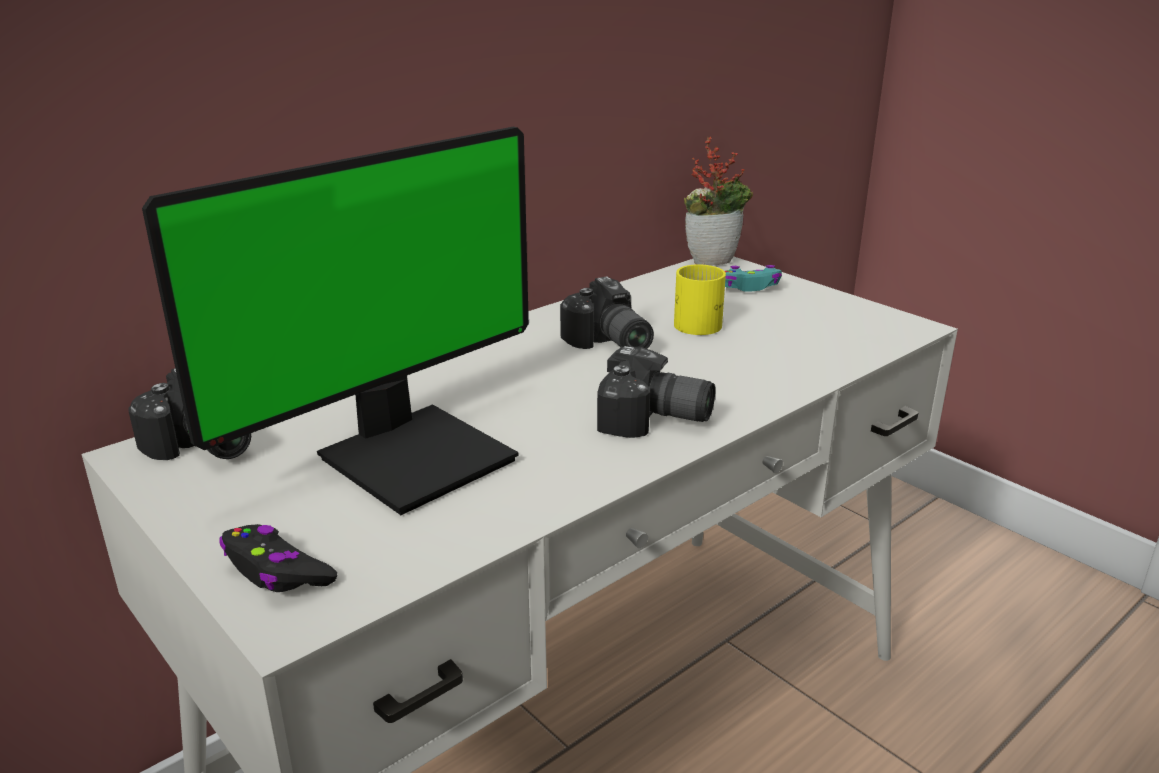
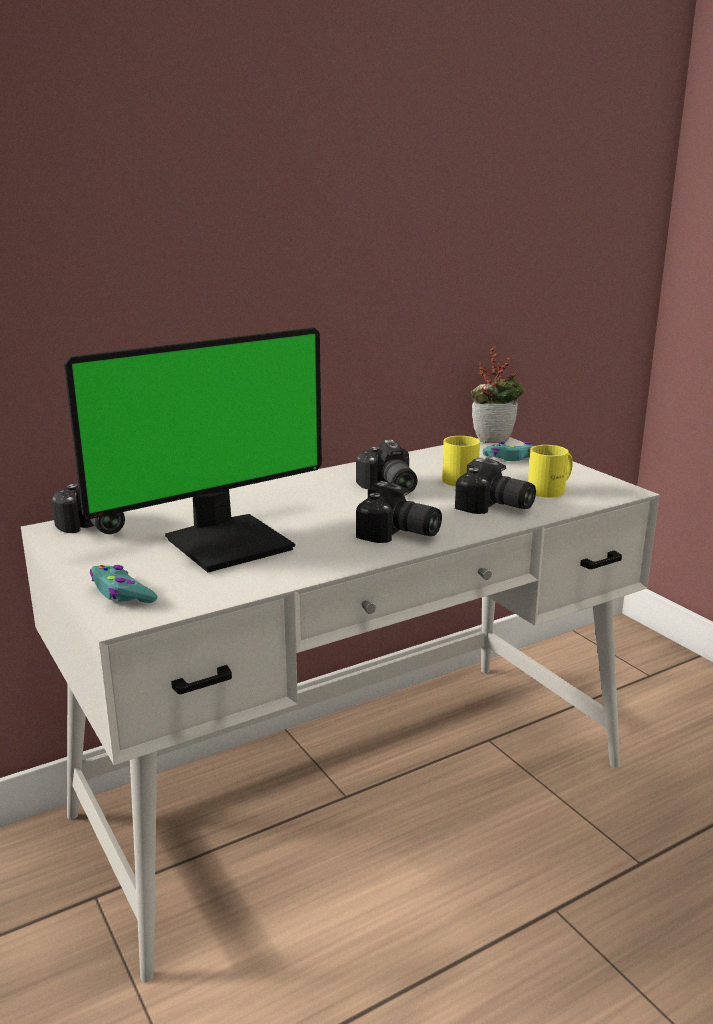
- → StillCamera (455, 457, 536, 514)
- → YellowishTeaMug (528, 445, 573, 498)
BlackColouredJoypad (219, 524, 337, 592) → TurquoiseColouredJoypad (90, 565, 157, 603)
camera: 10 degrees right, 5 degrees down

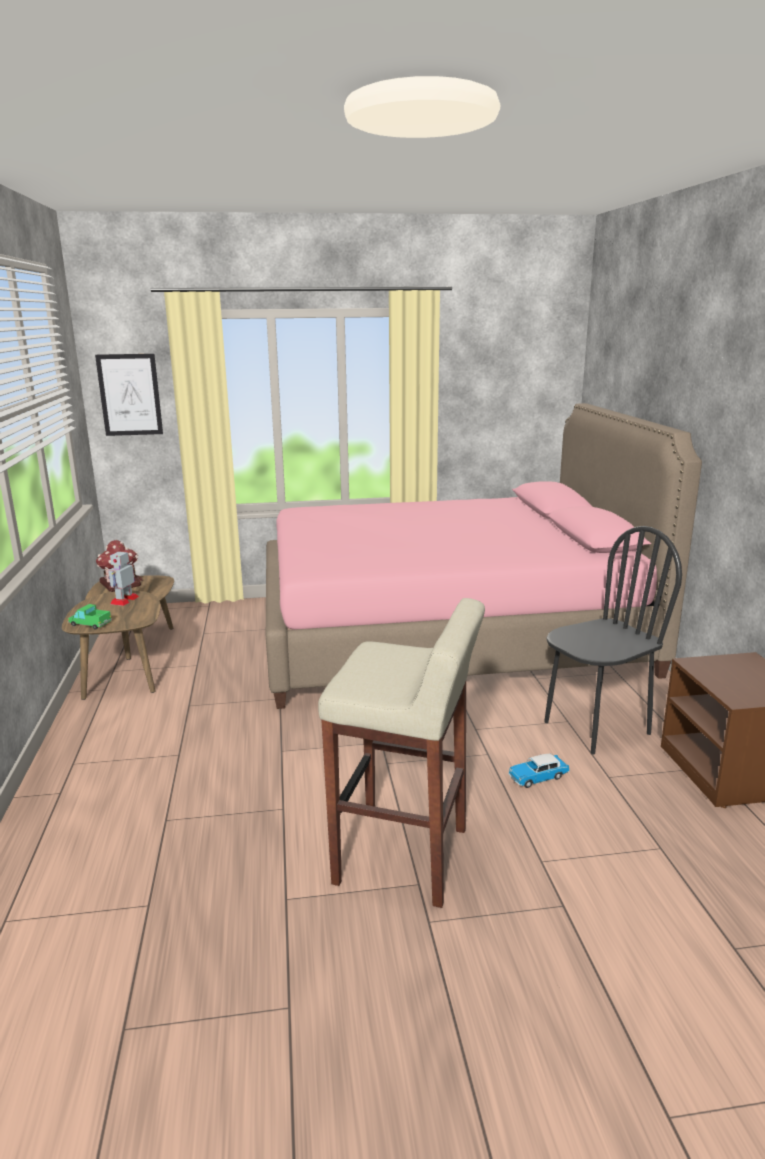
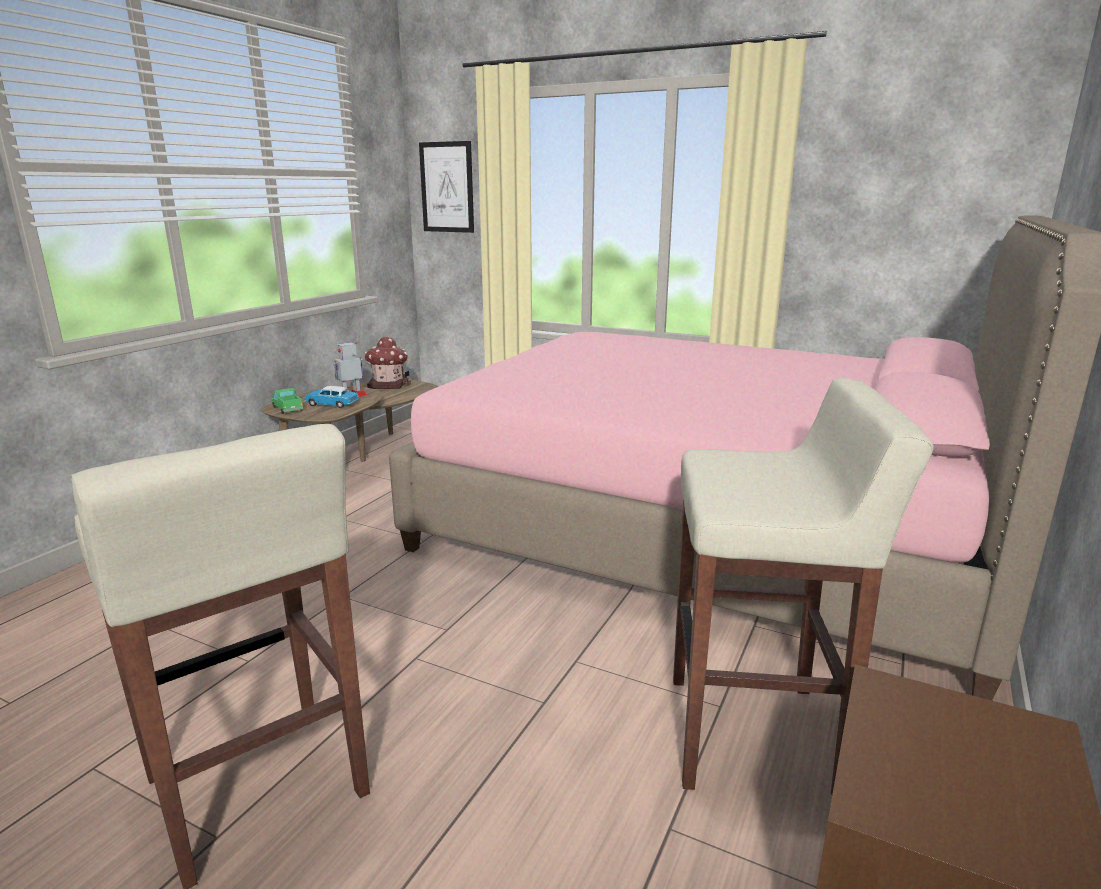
ToyCar (508, 754, 569, 788) → ToyCar (305, 386, 359, 408), relocated
BlackColouredPlainChair (544, 526, 682, 754) → BeigeColouredStool (673, 378, 934, 795)
camera: 35 degrees right, 0 degrees up

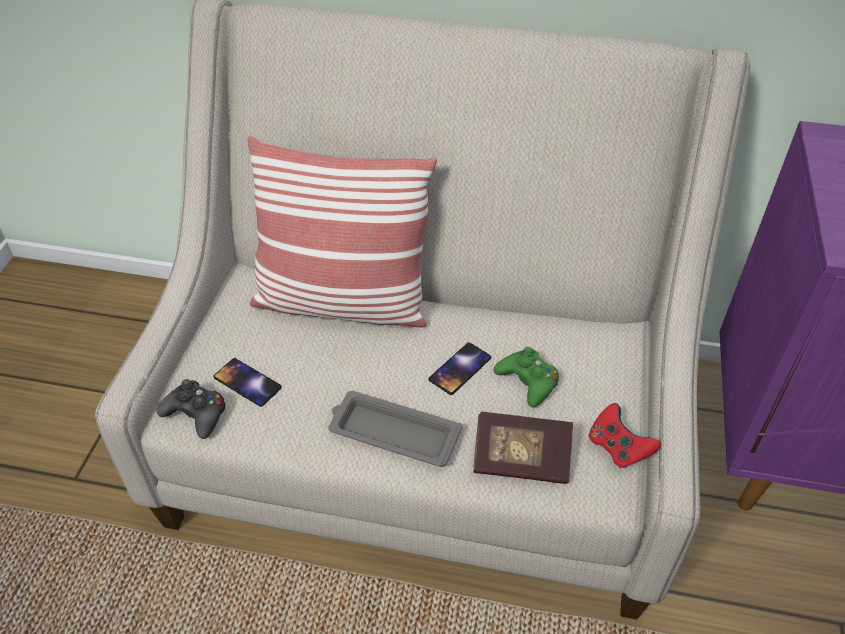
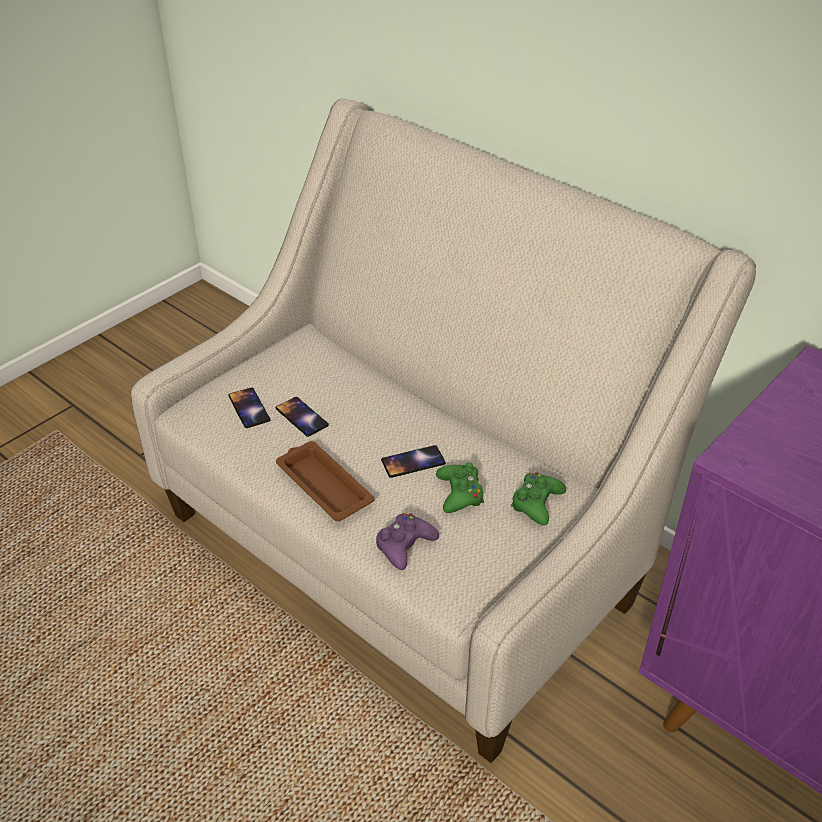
BlackColouredJoypad (157, 379, 226, 439) → -
Cushion (247, 136, 437, 327) → -
RedJoypad (589, 403, 661, 468) → -
- → Handset (276, 397, 329, 437)
- → GreenishJoypad (511, 472, 566, 526)
BoundBook (473, 412, 573, 484) → PurplishJoypad (376, 513, 439, 570)
GrayTray (328, 391, 462, 467) → BrownTray (276, 441, 375, 522)
camera: 30 degrees right, 5 degrees down

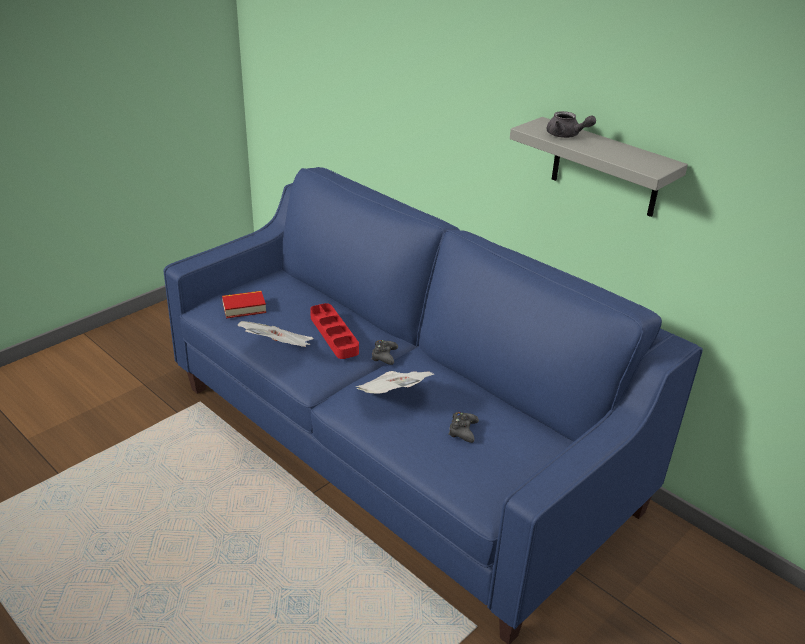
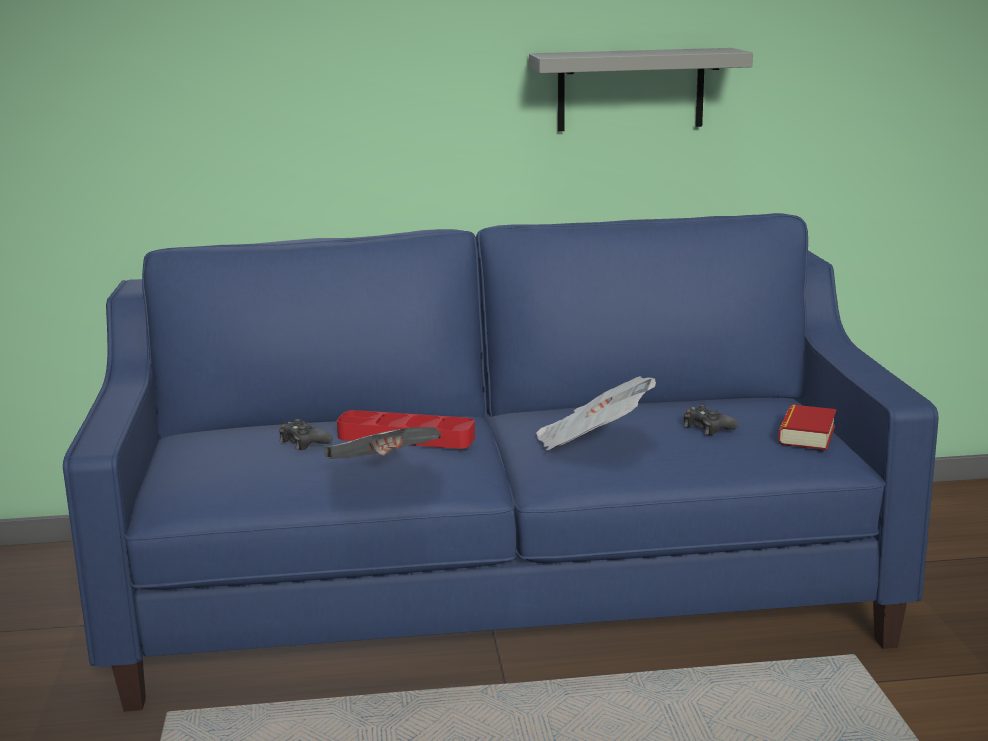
GrayPotForTea (547, 111, 596, 138) → -
BoundBook (222, 291, 266, 318) → BoundBook (778, 404, 836, 450), relocated
BlackColouredJoypad (371, 340, 398, 365) → BlackColouredJoypad (279, 419, 333, 450), relocated
camera: 50 degrees left, 15 degrees down

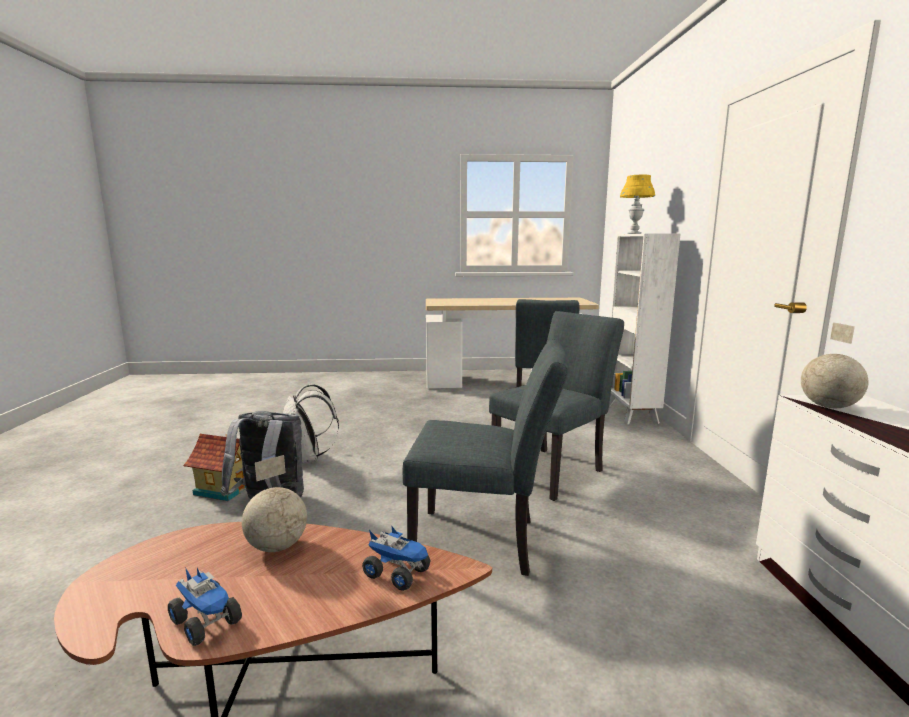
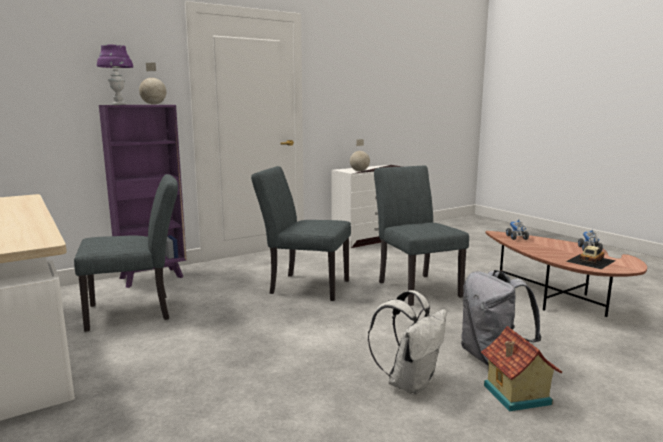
- → ToyCar (566, 246, 616, 269)
WorldGlobe (242, 455, 307, 552) → WorldGlobe (139, 63, 166, 105), relocated
WhiteColouredShelvingUnit (609, 234, 680, 425) → PurplishShelvingUnit (99, 105, 187, 288)
YellowishLampForATable (620, 175, 655, 234) → PurplishLampForATable (97, 45, 133, 105)
camera: 120 degrees left, 0 degrees up

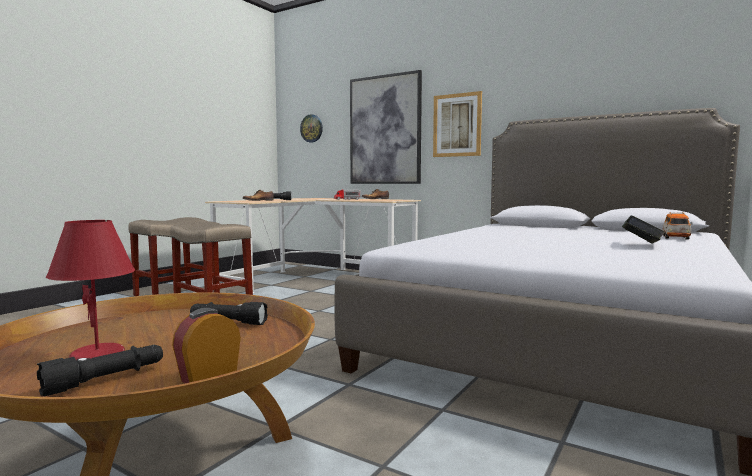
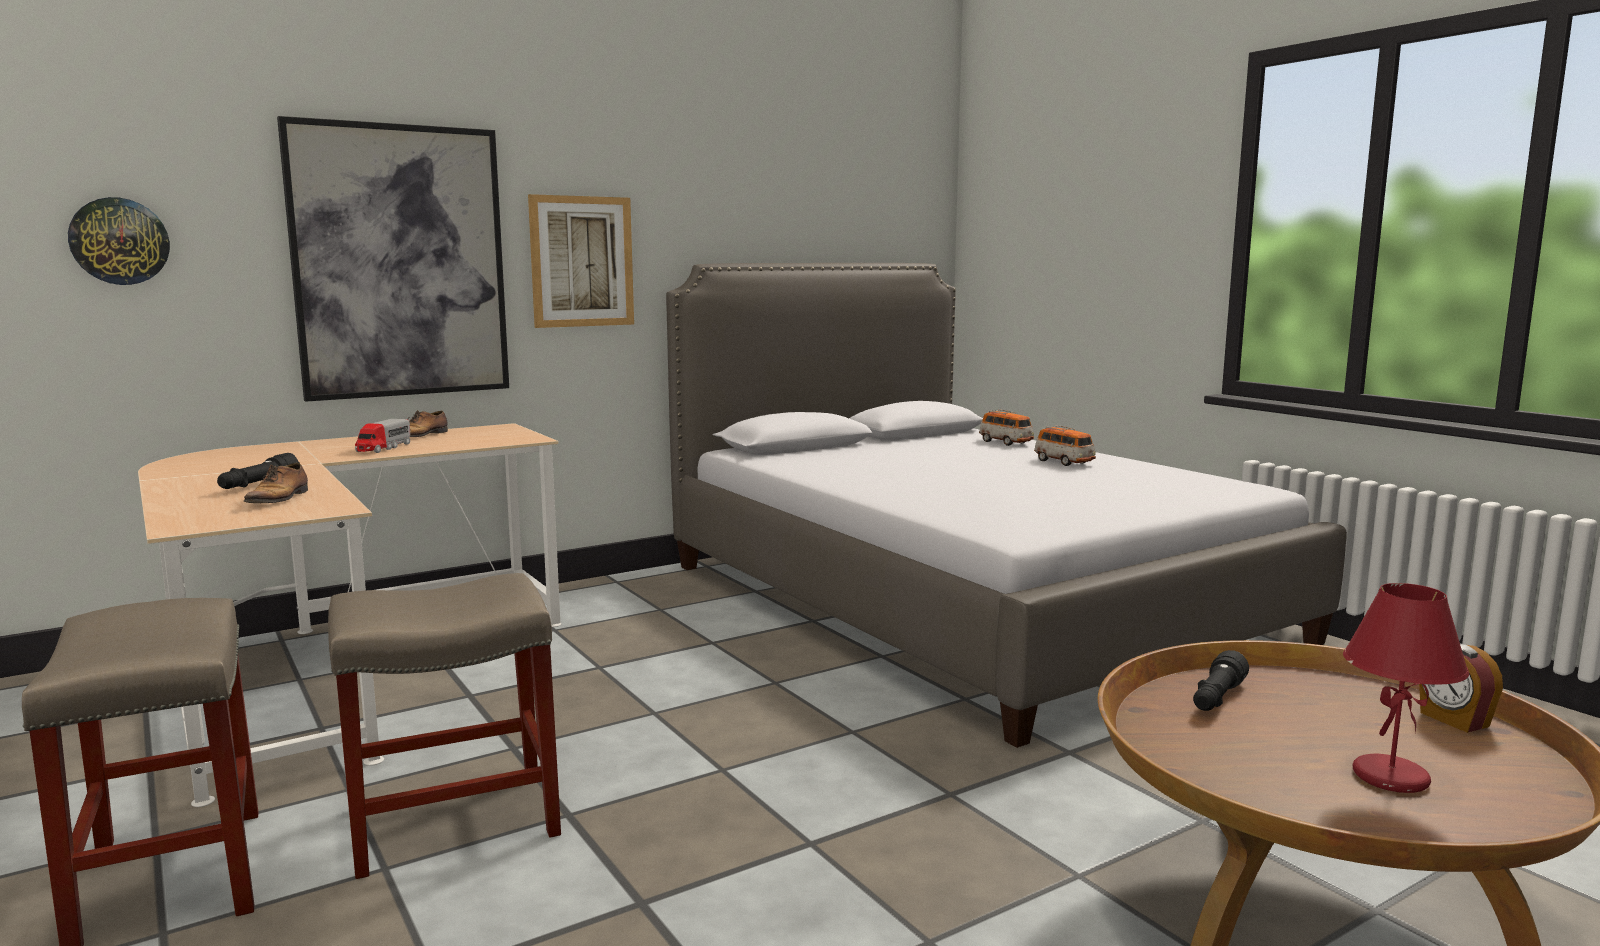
BlackColouredFlashlight (37, 345, 163, 397) → -
BoundBook (622, 215, 666, 244) → ToyCar (1034, 425, 1096, 466)
camera: 65 degrees left, 5 degrees up

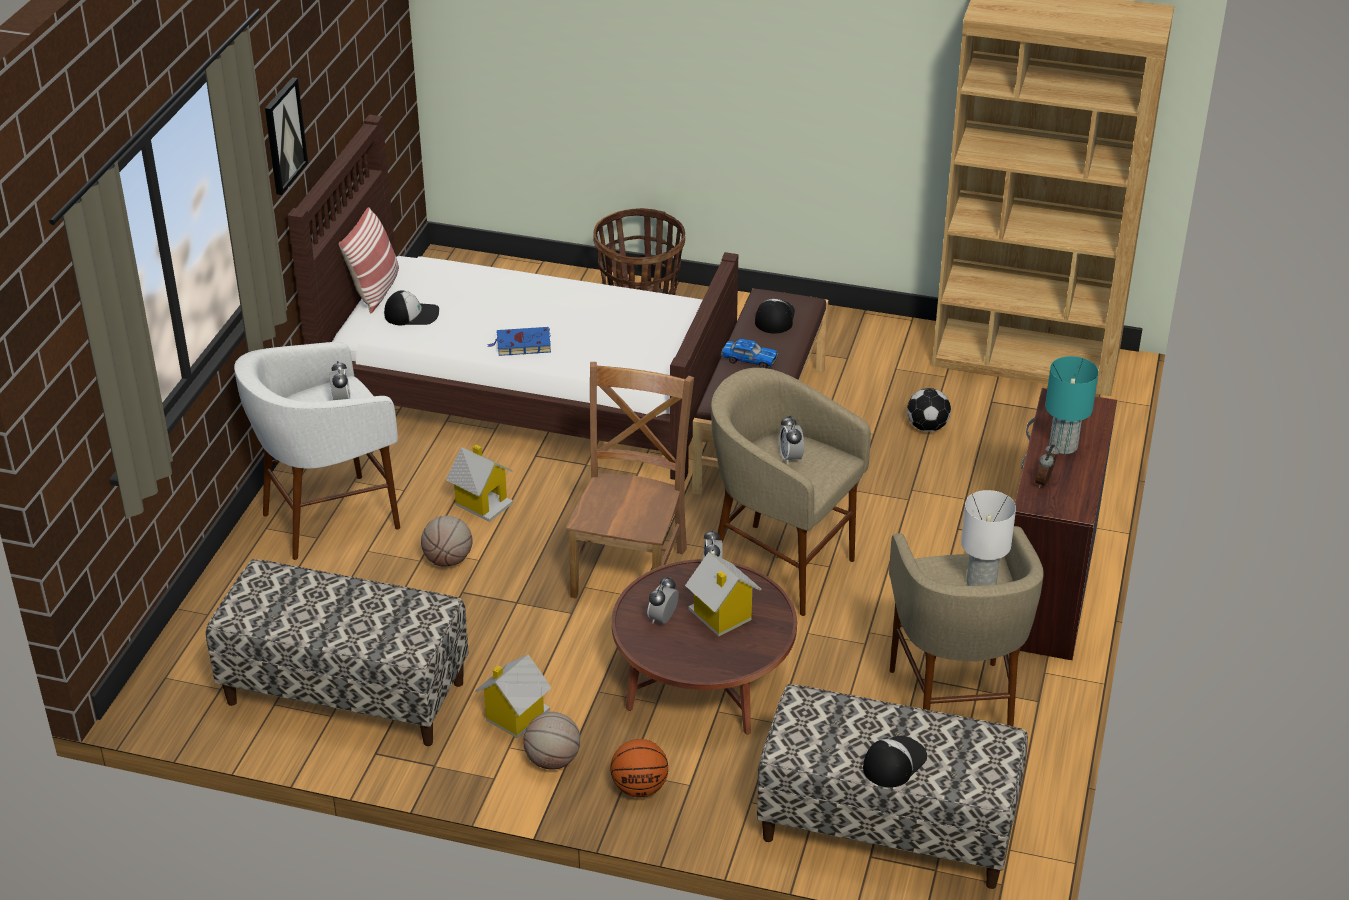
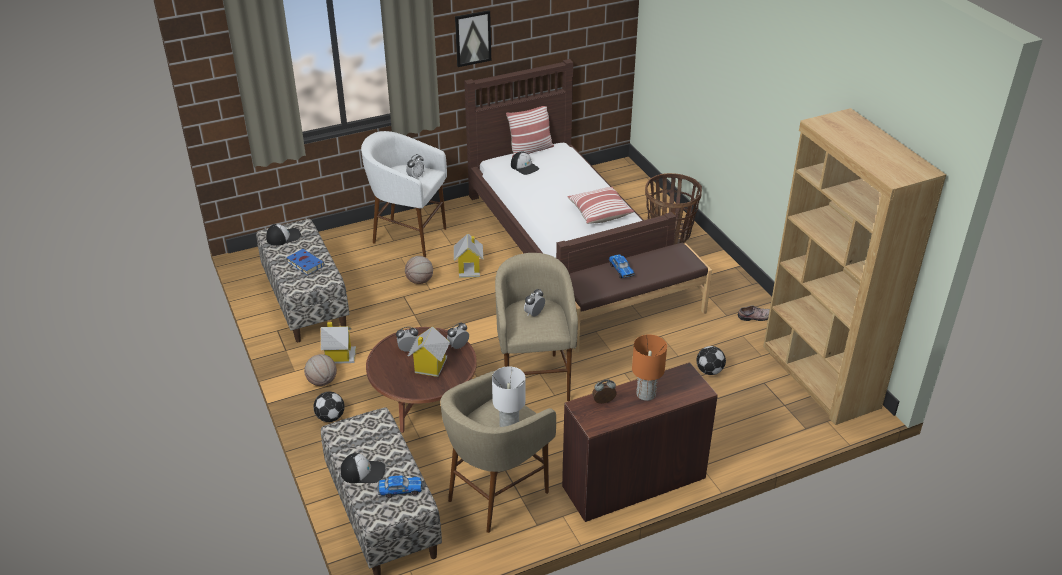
BrownPlainChair (566, 362, 694, 598) → -
- → ToyCar (377, 475, 422, 498)
- → Cushion (568, 187, 634, 224)
- → ItemOfFootwear (738, 305, 770, 321)
BlueBoundBook (487, 327, 551, 356) → BlueBoundBook (286, 249, 324, 275), relocated
Cap (755, 299, 795, 333) → Cap (266, 224, 301, 246), relocated
Basketball (611, 739, 668, 798) → FootballBall (313, 392, 344, 422)
TurquoiseColouredLampForATable (1045, 356, 1099, 454) → OrangeyLampForATable (632, 335, 667, 401)
camera: 50 degrees right, 0 degrees up

